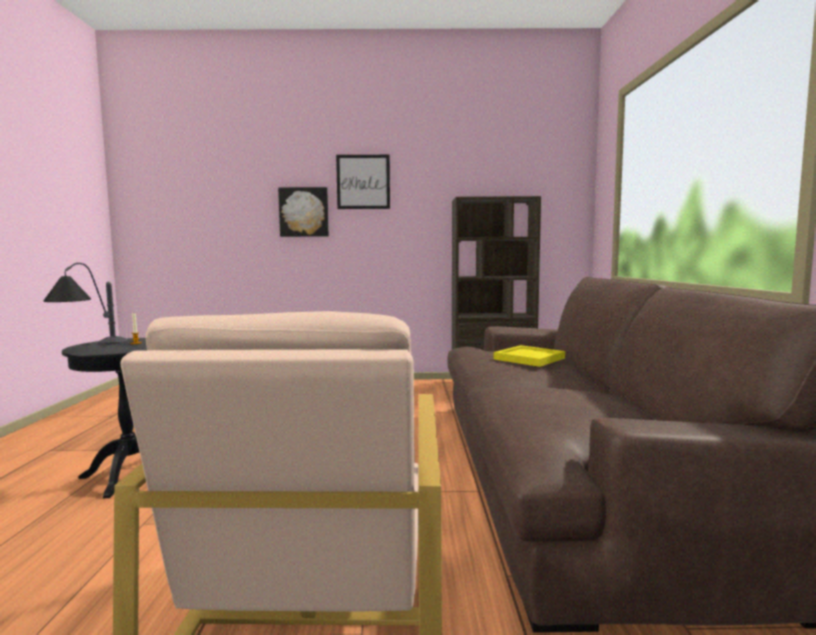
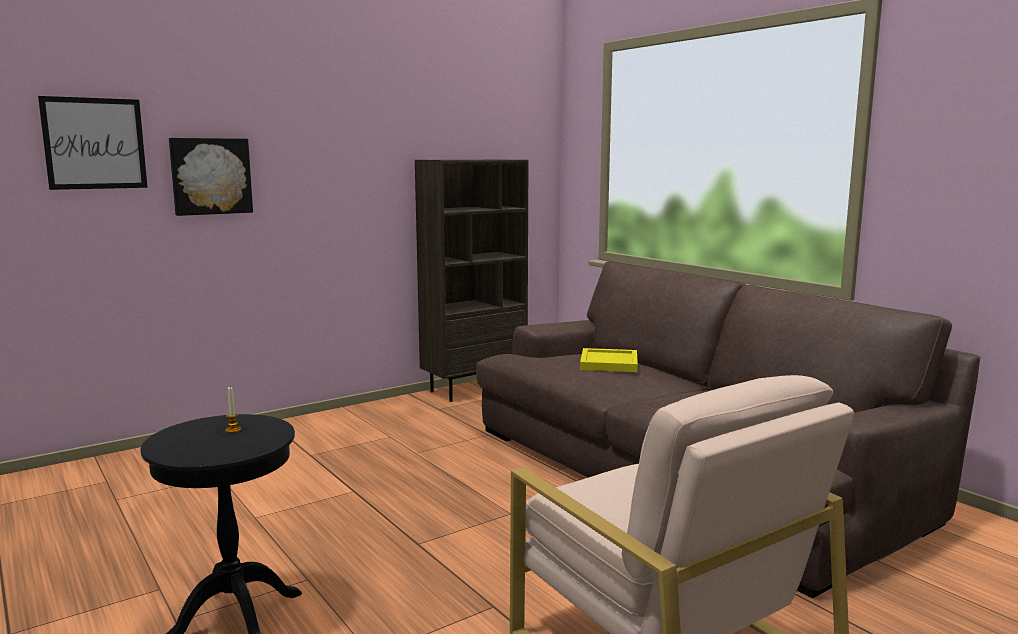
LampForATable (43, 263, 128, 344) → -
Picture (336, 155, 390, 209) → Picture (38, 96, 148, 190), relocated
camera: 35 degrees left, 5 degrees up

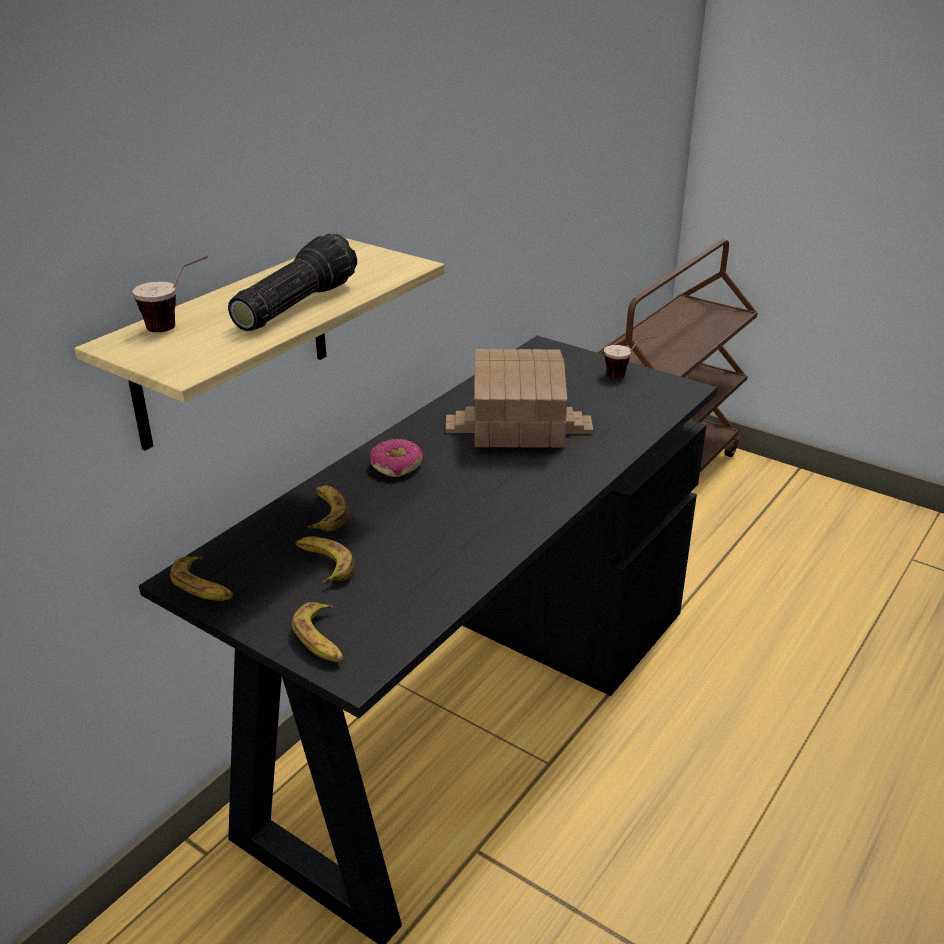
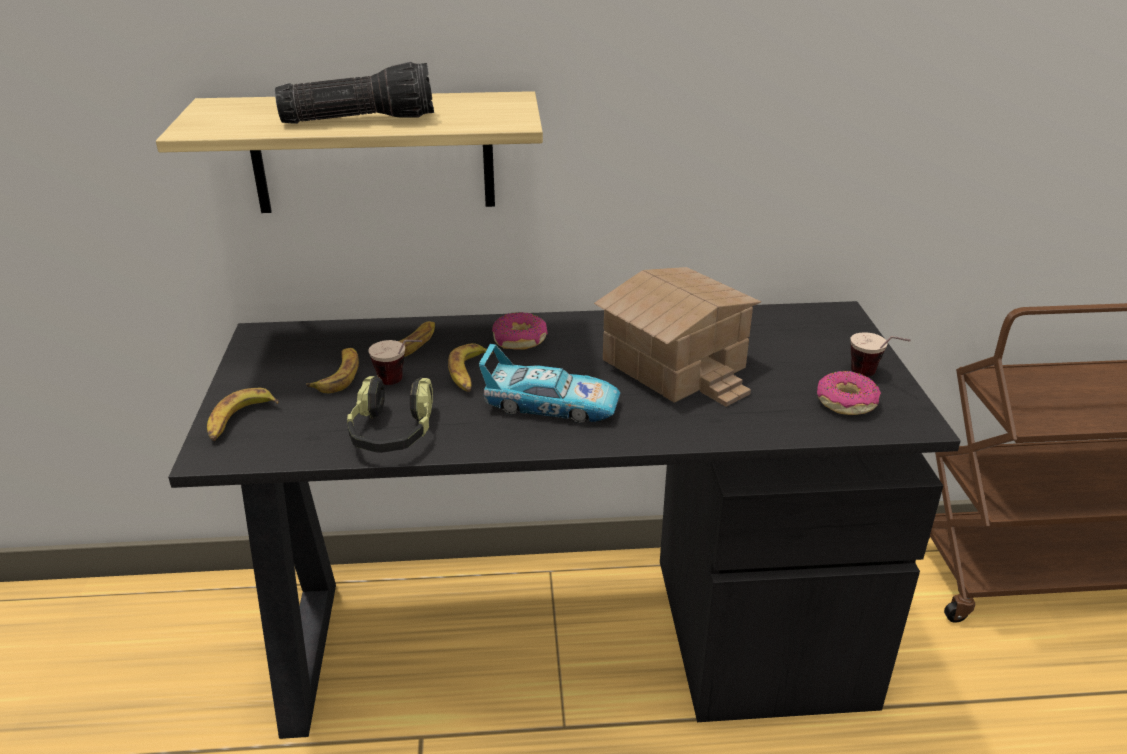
- → Headphones (347, 375, 433, 453)
- → ToyCar (479, 344, 620, 423)
- → Doughnut (817, 371, 881, 415)
DrinkingCup (132, 256, 208, 332) → DrinkingCup (368, 340, 422, 385), relocated
Banana (170, 556, 233, 601) → Banana (448, 343, 493, 392), relocated
camera: 50 degrees right, 0 degrees up

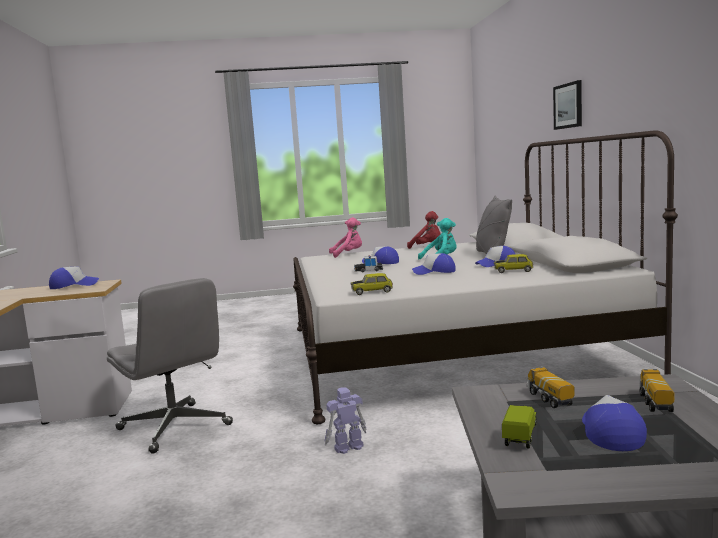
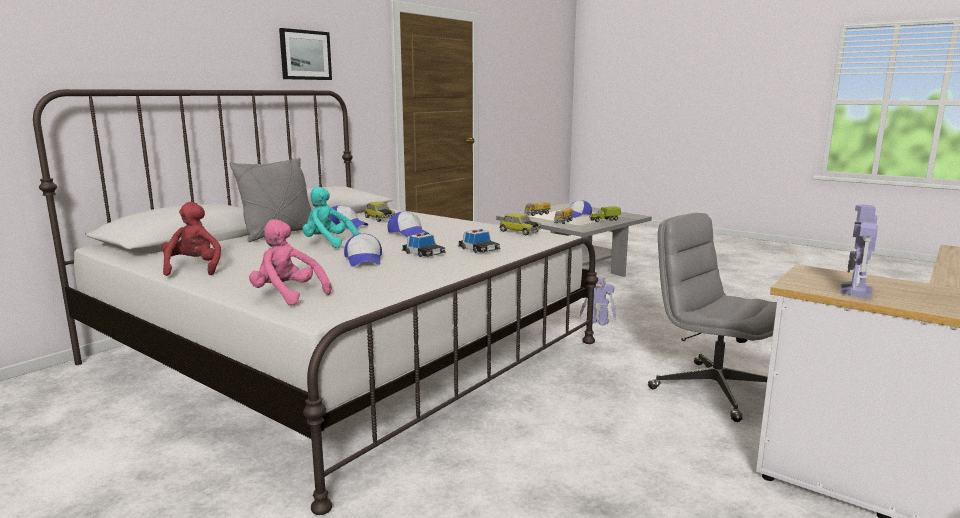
- → ToyCar (458, 229, 501, 253)
Picture (553, 80, 582, 130) → Picture (279, 28, 332, 80), relocated
Cap (49, 267, 99, 289) → ToyRobot (840, 204, 878, 298)
GrayOfficeChair (107, 278, 233, 454) → GrayOfficeChair (648, 213, 777, 422), 45 degrees counterclockwise
camera: 135 degrees left, 5 degrees up

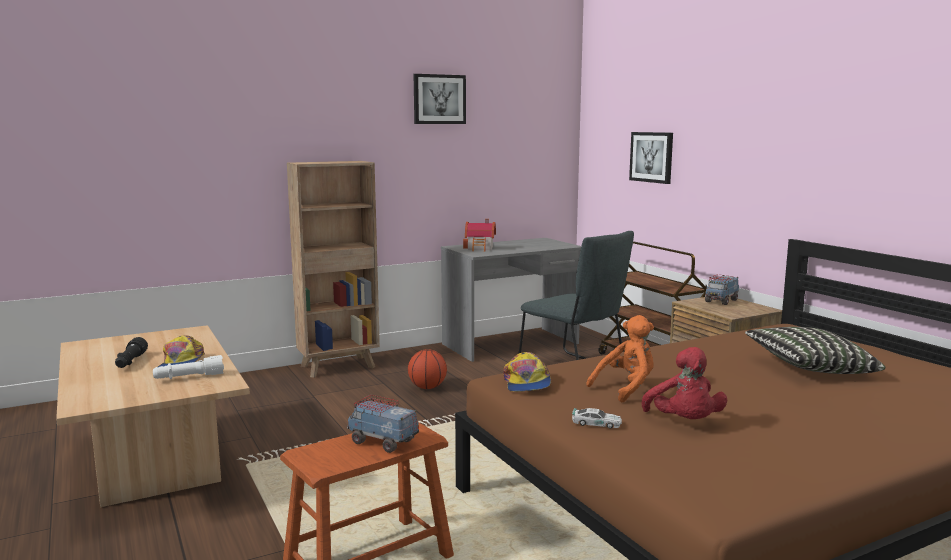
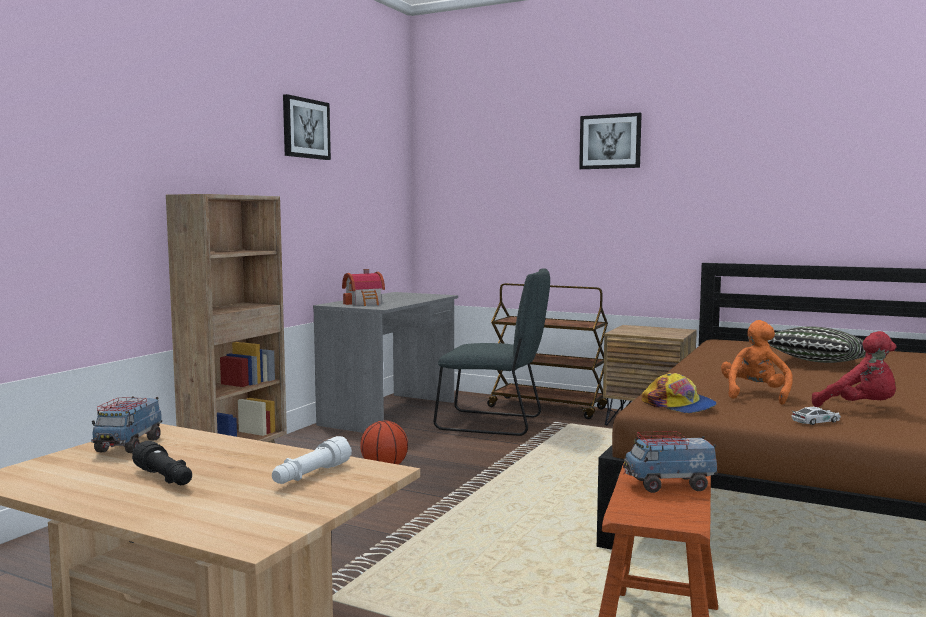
Cap (158, 335, 205, 367) → -
Picture (629, 132, 673, 184) → Picture (579, 113, 642, 169), relocated
ModelTruck (705, 274, 739, 305) → ModelTruck (91, 396, 162, 453), relocated
camera: 35 degrees left, 5 degrees down

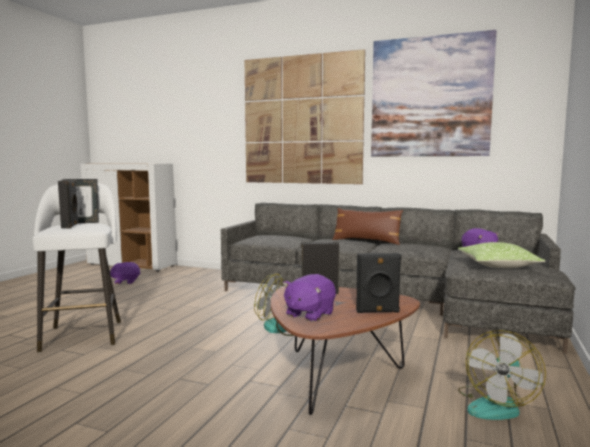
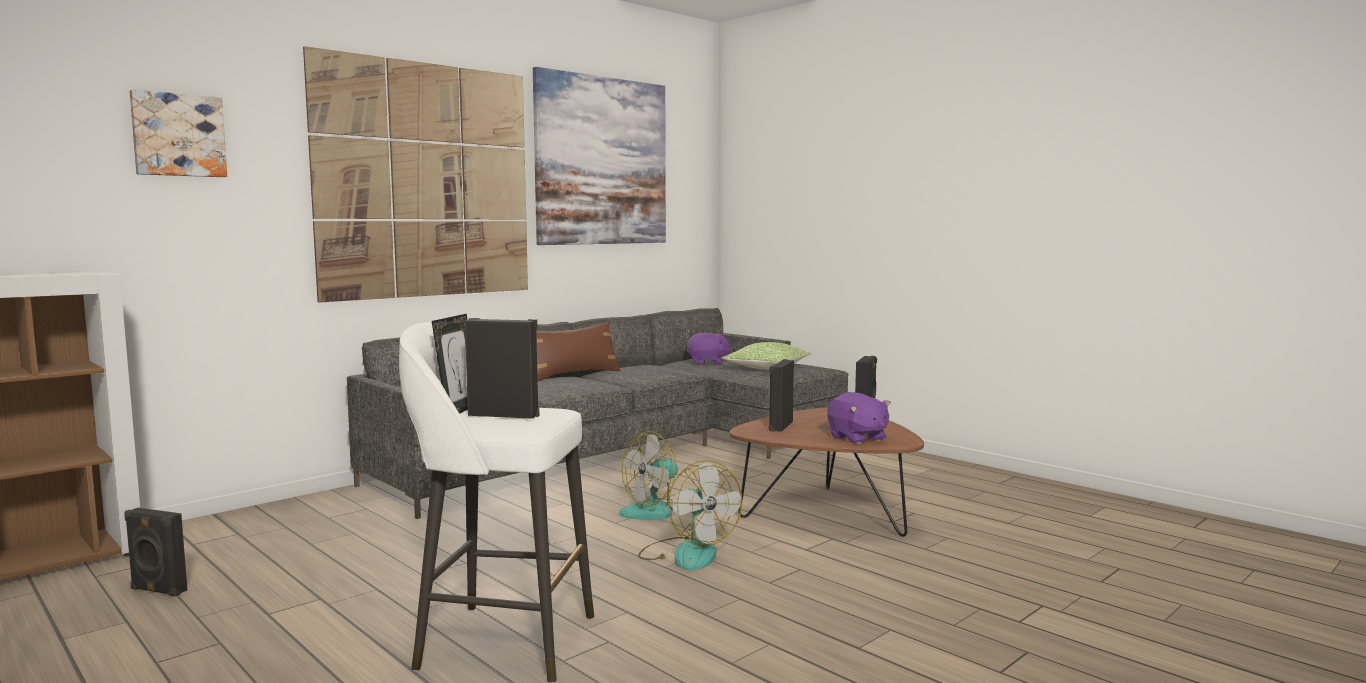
- → Picture (130, 89, 227, 177)
Fan (458, 330, 546, 420) → Fan (638, 460, 743, 570), relocated
PurplishPlushToy (110, 262, 140, 284) → BlackColouredAudioSpeaker (124, 508, 187, 596)
camera: 65 degrees left, 0 degrees up

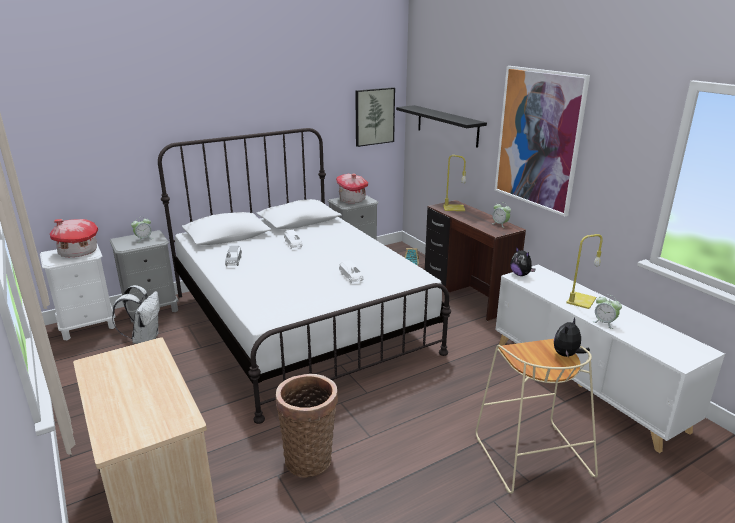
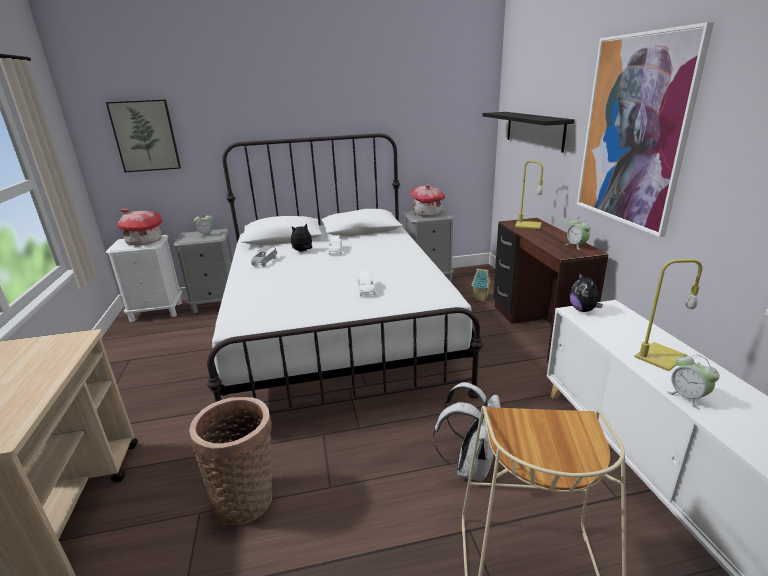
WhiteColouredBackpack (112, 285, 160, 344) → WhiteColouredBackpack (433, 382, 501, 482), relocated
Picture (355, 87, 395, 147) → Picture (106, 99, 181, 172), relocated
PlushToy (554, 317, 590, 357) → PlushToy (291, 224, 312, 251), relocated
camera: 20 degrees right, 0 degrees up

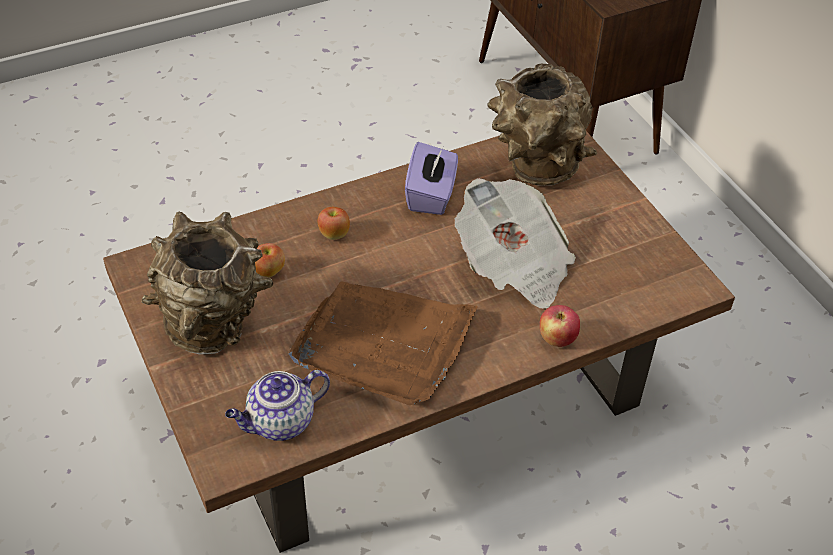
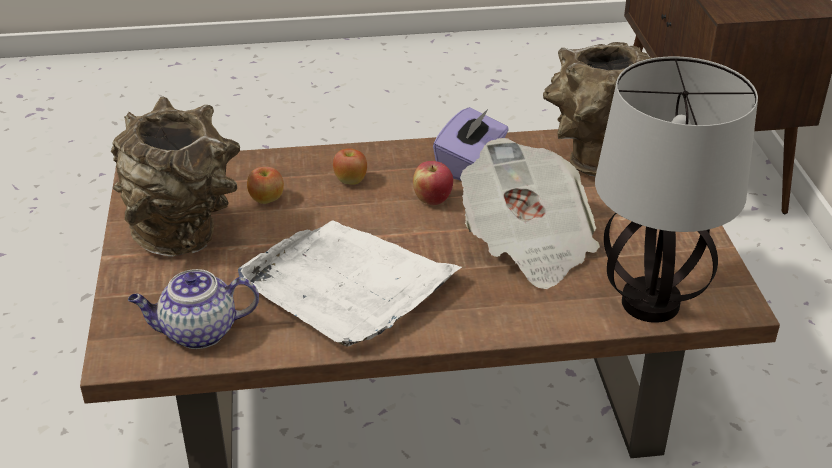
- → LampForATable (595, 56, 758, 323)
Apple (540, 305, 580, 347) → Apple (413, 161, 453, 205), relocated
BrownTray (288, 282, 478, 405) → WhiteColouredTray (238, 221, 462, 347)
camera: 20 degrees right, 10 degrees down

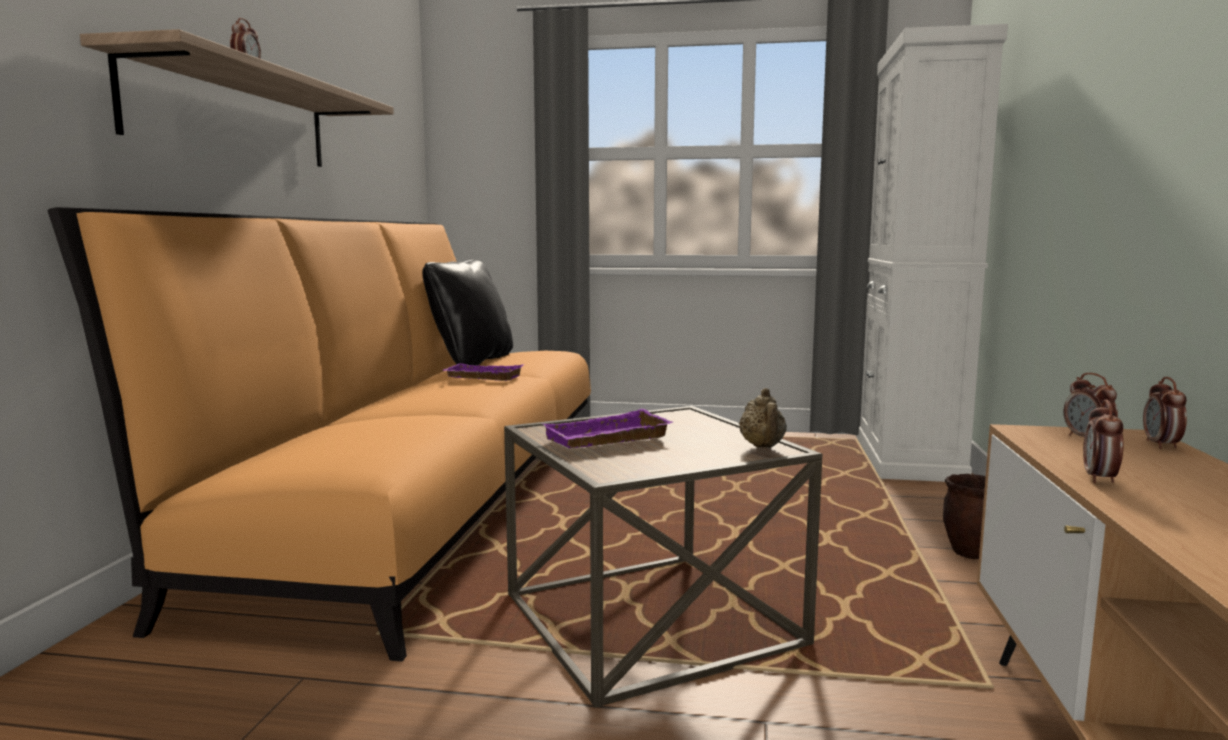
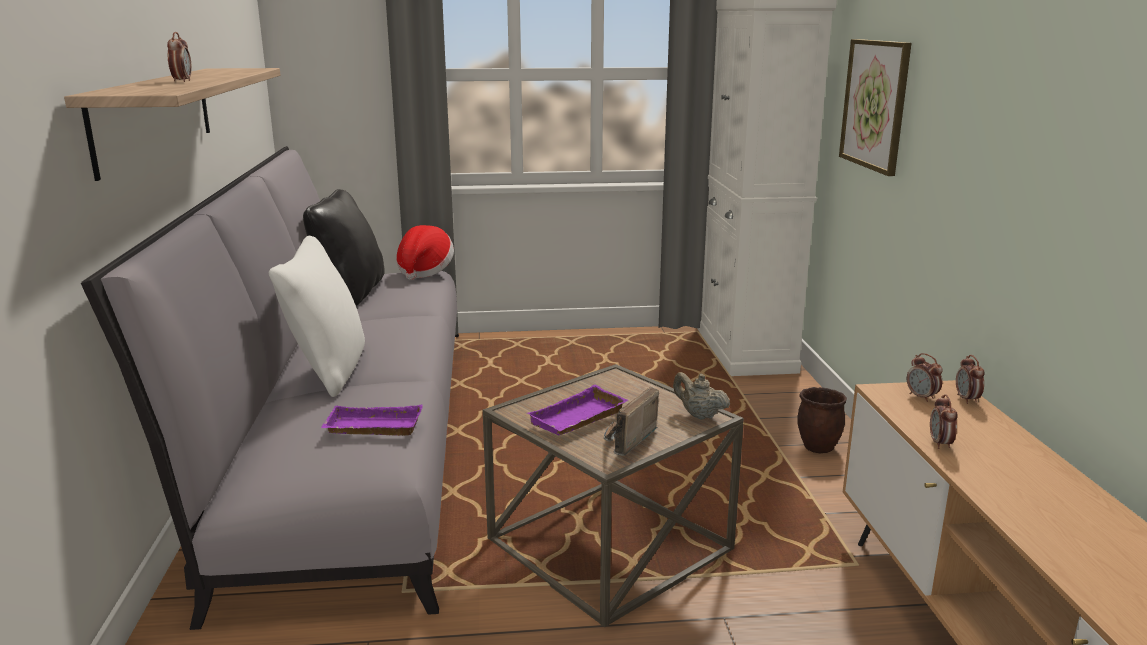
- → WhiteColouredCushion (269, 236, 365, 397)
- → Hat (396, 225, 454, 280)
- → RadioSet (604, 387, 659, 456)
- → Picture (839, 39, 912, 176)
PurplishTray (442, 363, 523, 381) → PurplishTray (321, 405, 423, 436), relocated
OrangeyCouch (48, 207, 591, 662) → GrayCouch (81, 146, 459, 630)
BeigeColouredPotForTea (739, 388, 787, 448) → BeigeColouredPotForTea (673, 372, 730, 420), 150 degrees clockwise
camera: 15 degrees left, 10 degrees up

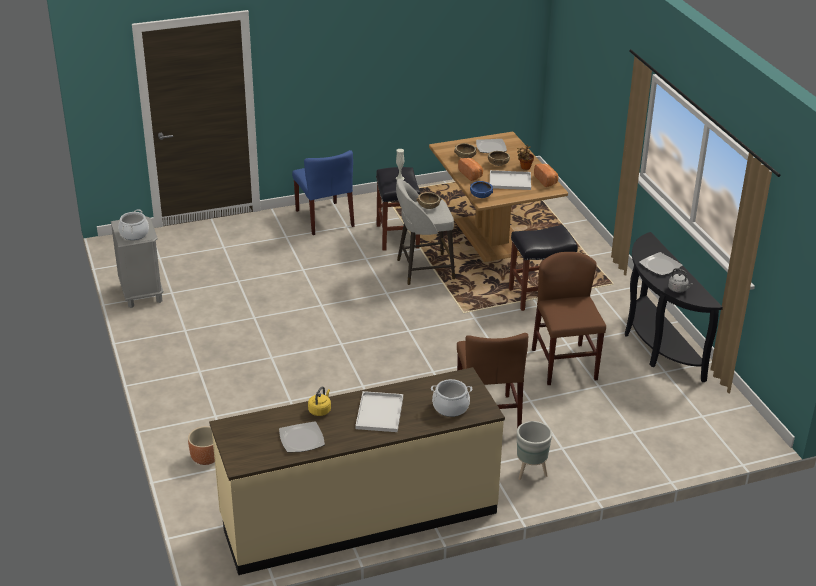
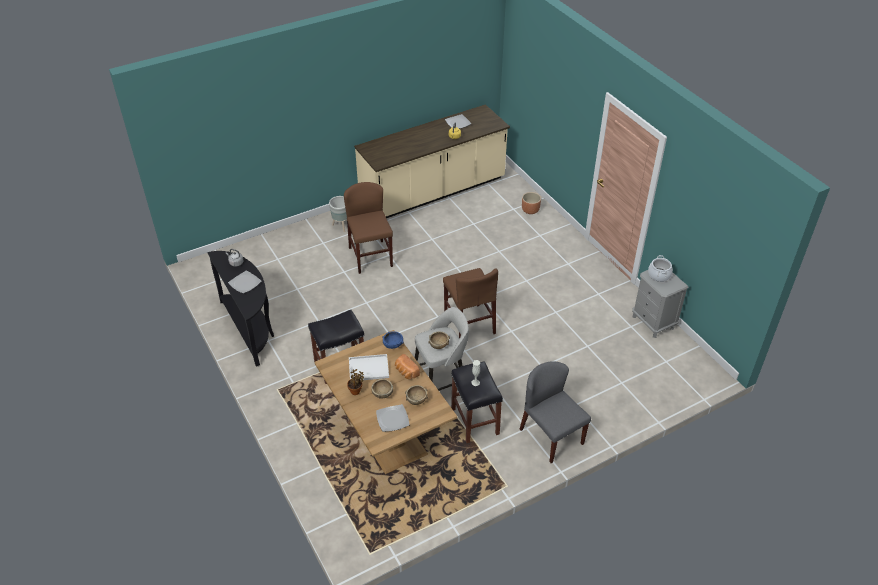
WhiteColouredTray (355, 391, 403, 432) → -
Stockpot (431, 379, 472, 417) → -
BakeryBread (534, 164, 558, 187) → -
BrownPlainChair (532, 252, 606, 385) → BrownPlainChair (443, 268, 498, 339), relocated
BluePlainChair (292, 150, 355, 235) → GrayPlainChair (520, 362, 591, 463)
camera: 170 degrees right, 10 degrees up

